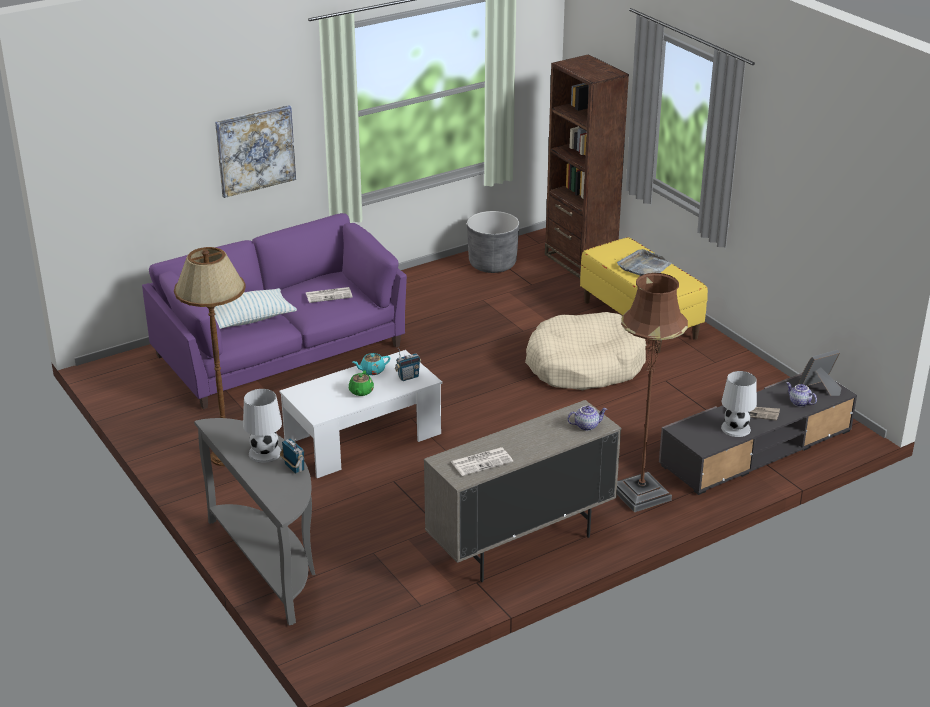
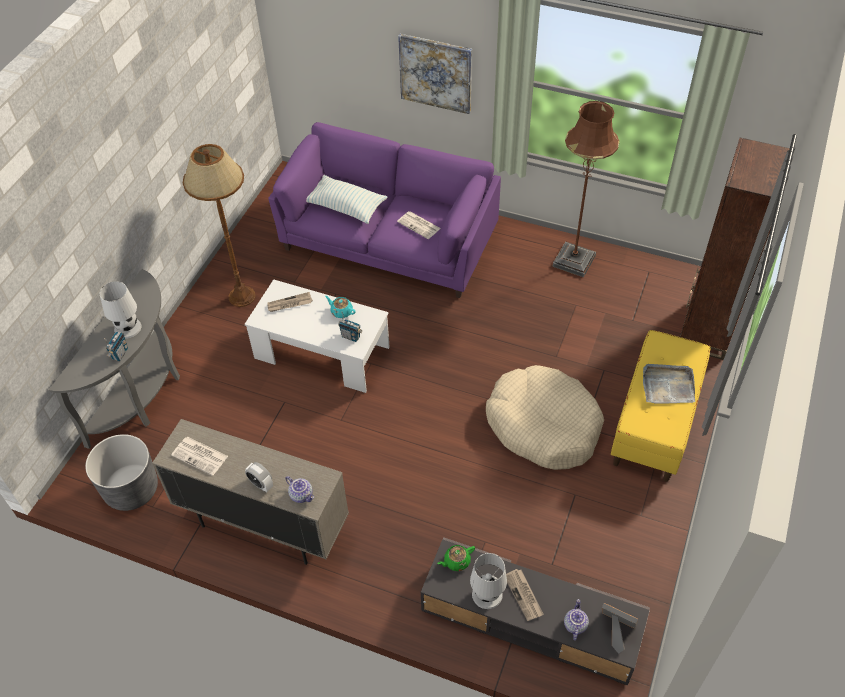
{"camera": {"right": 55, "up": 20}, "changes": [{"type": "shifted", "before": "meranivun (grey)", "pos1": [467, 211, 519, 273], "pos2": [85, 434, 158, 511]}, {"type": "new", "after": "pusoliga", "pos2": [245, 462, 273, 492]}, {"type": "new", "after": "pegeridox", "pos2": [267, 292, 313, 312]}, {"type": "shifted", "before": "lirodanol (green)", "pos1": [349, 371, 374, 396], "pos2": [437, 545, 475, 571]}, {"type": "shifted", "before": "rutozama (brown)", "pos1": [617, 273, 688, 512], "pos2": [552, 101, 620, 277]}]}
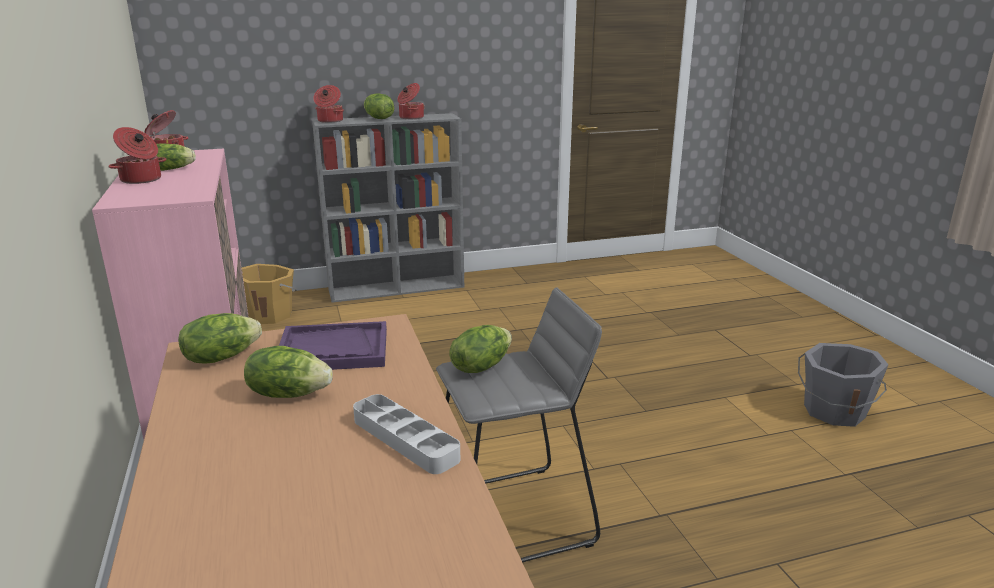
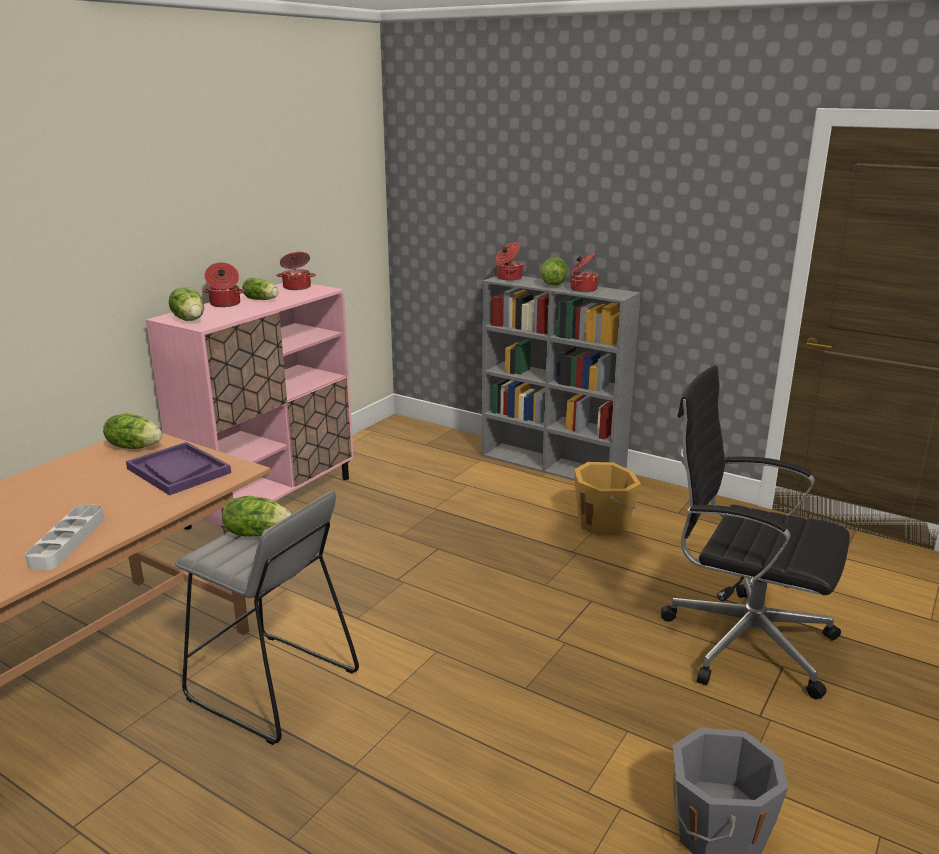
{"camera": {"right": 50, "up": 0}, "changes": [{"type": "shifted", "before": "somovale", "pos1": [244, 346, 333, 398], "pos2": [169, 287, 204, 321]}, {"type": "shifted", "before": "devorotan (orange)", "pos1": [242, 264, 297, 324], "pos2": [574, 462, 641, 536]}, {"type": "new", "after": "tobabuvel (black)", "pos2": [661, 365, 850, 699]}]}
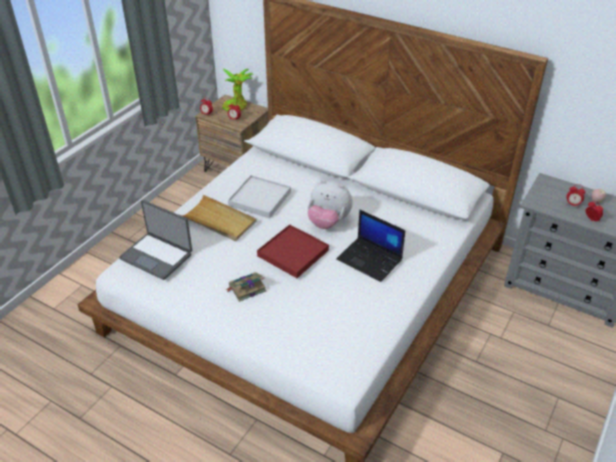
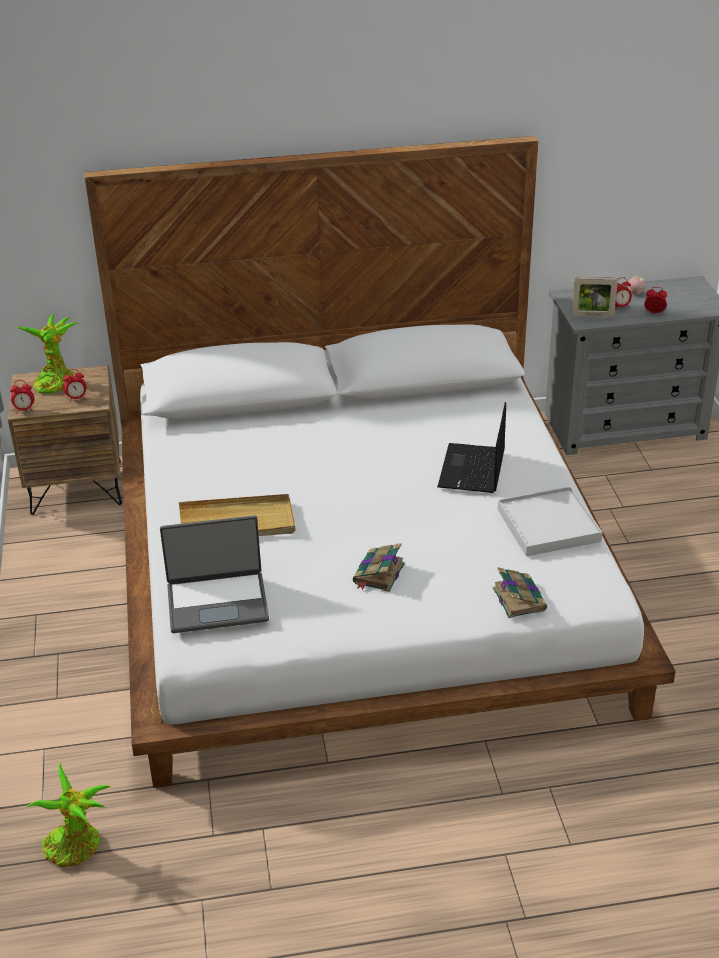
{"camera": {"right": -40, "up": -5}, "changes": [{"type": "new", "after": "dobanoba", "pos2": [26, 763, 111, 867]}, {"type": "rotated", "before": "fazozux", "pos1": [336, 210, 405, 282], "pos2": [437, 402, 506, 493], "turn": 105}, {"type": "new", "after": "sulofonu", "pos2": [493, 567, 547, 618]}, {"type": "shifted", "before": "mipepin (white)", "pos1": [228, 175, 291, 218], "pos2": [498, 486, 603, 556]}, {"type": "new", "after": "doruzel", "pos2": [572, 277, 618, 317]}, {"type": "gone", "before": "mipepin (red)", "pos1": [257, 224, 329, 278]}, {"type": "gone", "before": "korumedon", "pos1": [307, 180, 353, 229]}]}
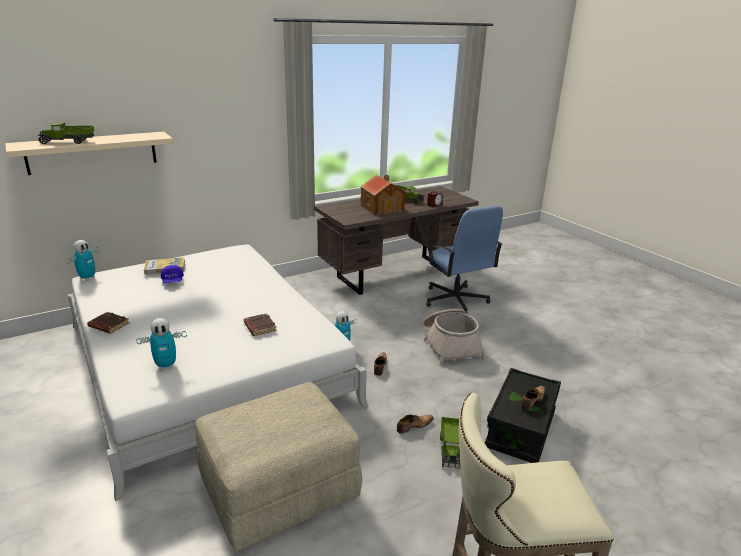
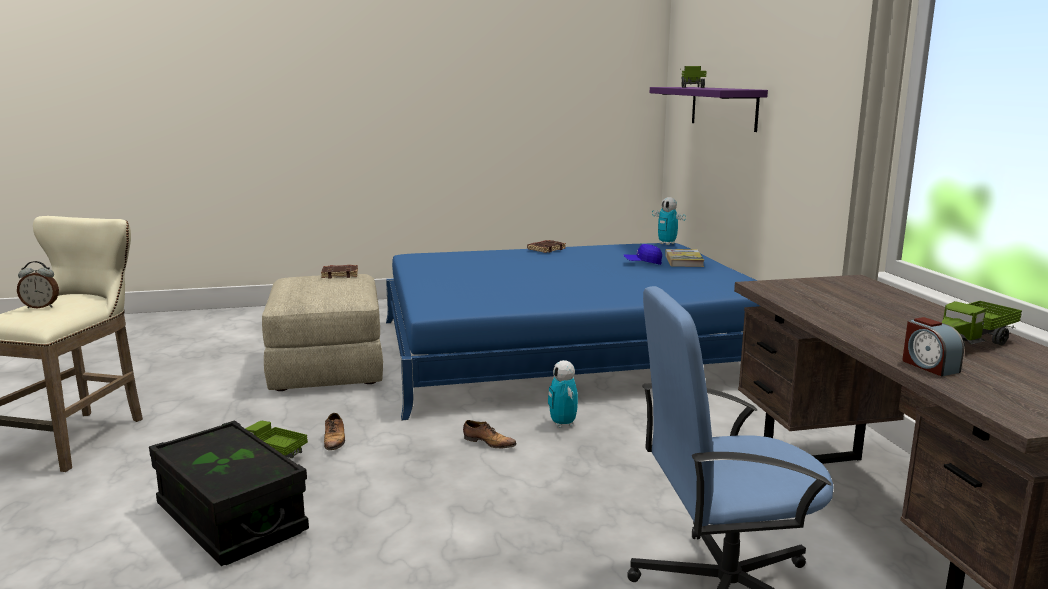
{"camera": {"right": 110, "up": -10}, "changes": [{"type": "new", "after": "pusoliga", "pos2": [17, 261, 59, 309]}, {"type": "shifted", "before": "sulofonu (brown)", "pos1": [244, 313, 277, 336], "pos2": [321, 265, 358, 279]}, {"type": "repainted", "before": "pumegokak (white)", "after": "pumegokak (blue)", "pos1": [68, 245, 368, 501], "pos2": [386, 243, 760, 420]}, {"type": "repainted", "before": "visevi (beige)", "after": "visevi (purple)", "pos1": [5, 132, 173, 175], "pos2": [650, 87, 768, 132]}, {"type": "gone", "before": "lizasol", "pos1": [136, 318, 187, 370]}, {"type": "gone", "before": "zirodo", "pos1": [360, 175, 406, 215]}, {"type": "gone", "before": "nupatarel", "pos1": [423, 309, 486, 365]}, {"type": "gone", "before": "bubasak", "pos1": [521, 386, 546, 411]}]}
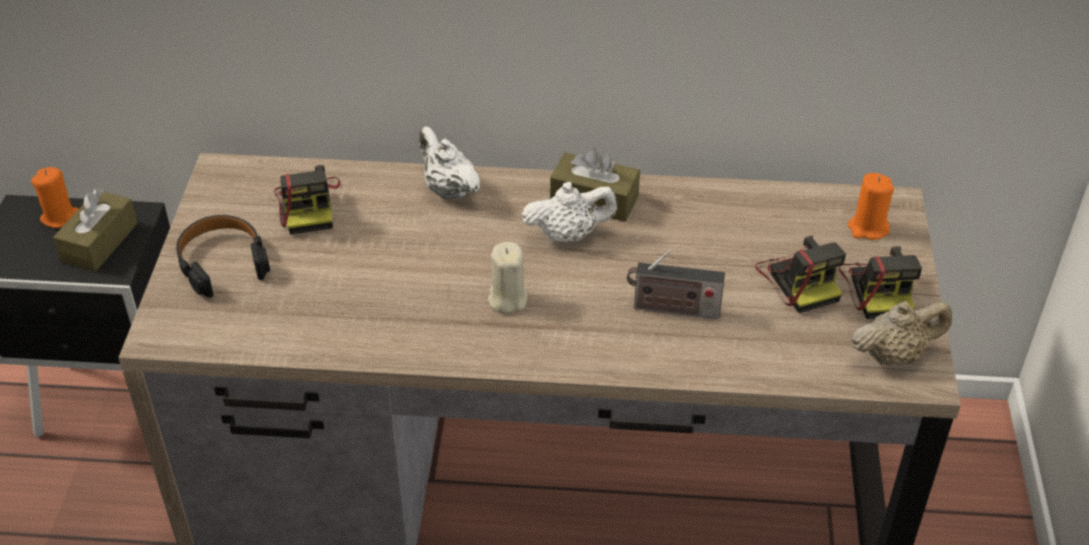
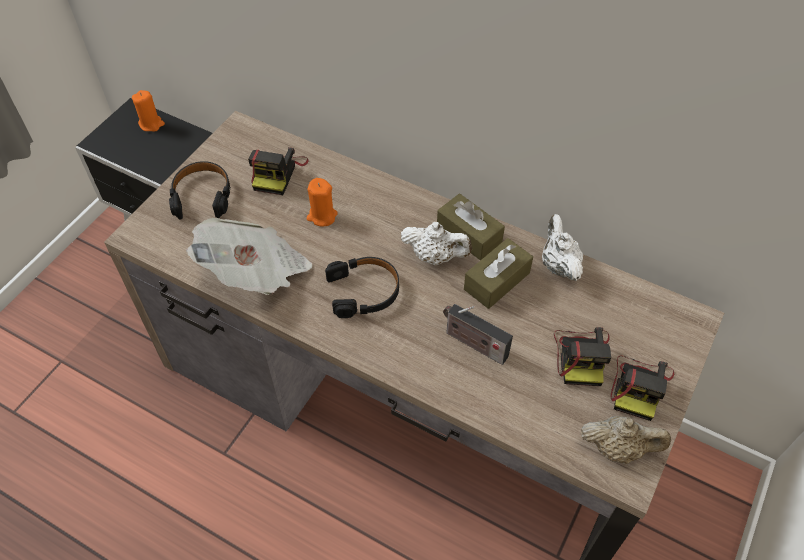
{"camera": {"right": 25, "up": 10}, "changes": [{"type": "new", "after": "pegeridox", "pos2": [186, 218, 312, 295]}, {"type": "shifted", "before": "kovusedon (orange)", "pos1": [848, 173, 894, 240], "pos2": [307, 178, 338, 227]}, {"type": "swapped", "before": "kovusedon (beige)", "after": "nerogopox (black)", "pos1": [488, 242, 527, 313], "pos2": [325, 257, 399, 318]}, {"type": "shifted", "before": "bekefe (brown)", "pos1": [53, 188, 138, 272], "pos2": [464, 238, 533, 309]}, {"type": "shifted", "before": "lirodanol (white)", "pos1": [419, 127, 480, 199], "pos2": [542, 214, 583, 281]}]}
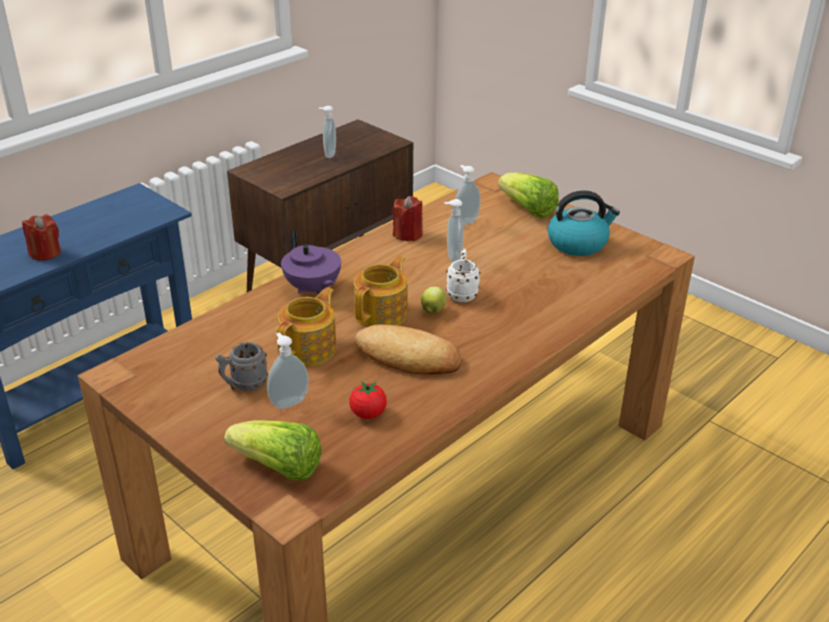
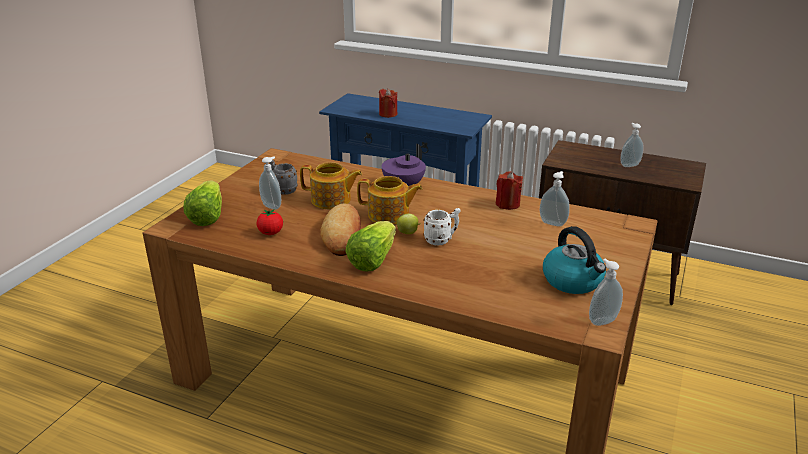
{"camera": {"right": 70, "up": -5}, "changes": [{"type": "shifted", "before": "somovale", "pos1": [498, 172, 559, 218], "pos2": [345, 221, 396, 272]}, {"type": "shifted", "before": "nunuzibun", "pos1": [444, 199, 463, 263], "pos2": [589, 258, 623, 326]}]}
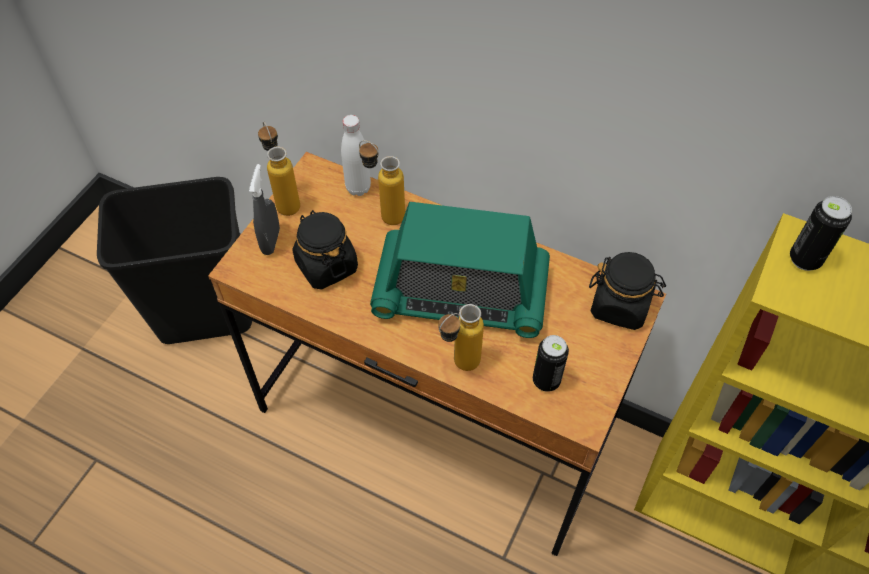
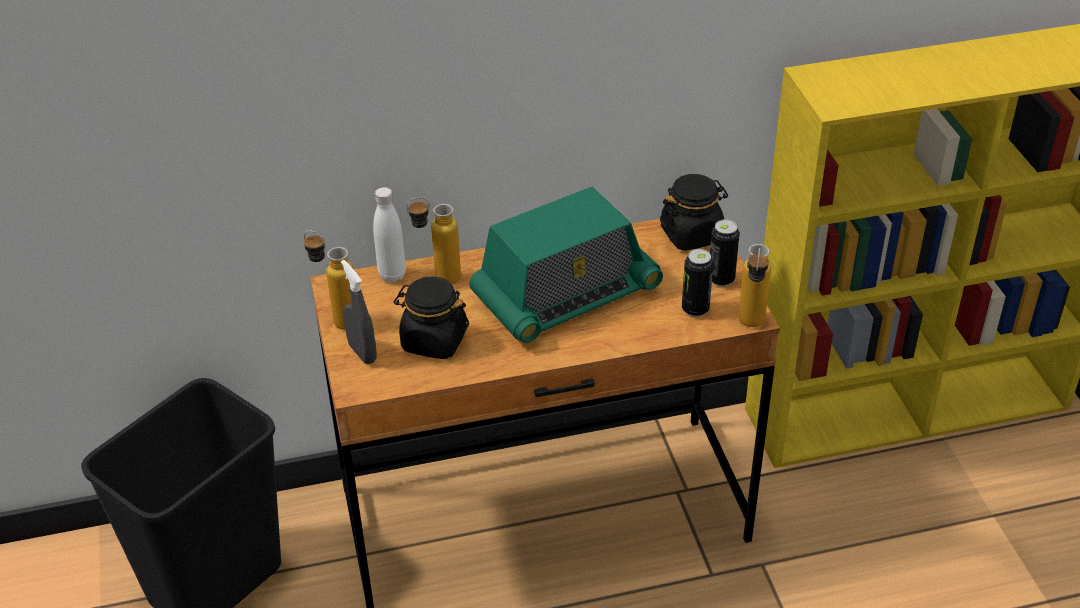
{"camera": {"right": -40, "up": -15}, "changes": [{"type": "shifted", "before": "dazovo", "pos1": [790, 196, 852, 271], "pos2": [710, 219, 740, 287]}, {"type": "shifted", "before": "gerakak", "pos1": [439, 304, 484, 371], "pos2": [738, 244, 771, 327]}]}
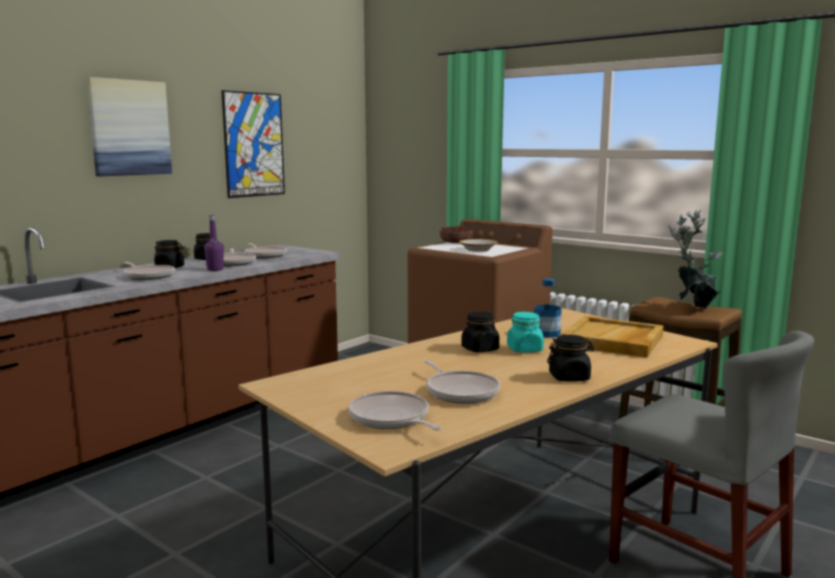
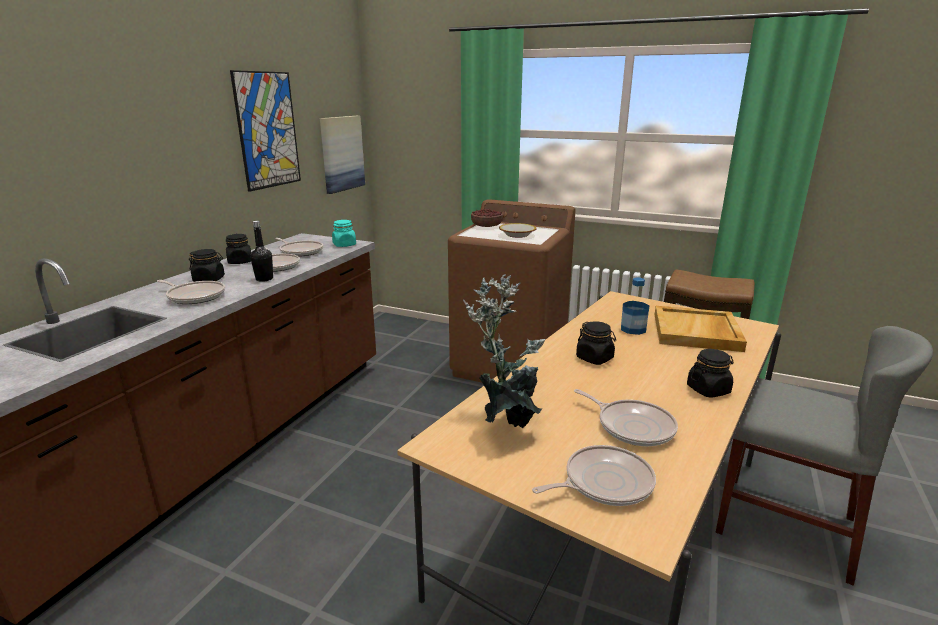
{"camera": {"right": -15, "up": 10}, "changes": [{"type": "repainted", "before": "gerakak (purple)", "after": "gerakak (black)", "pos1": [204, 215, 224, 271], "pos2": [250, 221, 273, 282]}, {"type": "shifted", "before": "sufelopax", "pos1": [86, 77, 172, 176], "pos2": [320, 116, 365, 194]}, {"type": "shifted", "before": "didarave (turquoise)", "pos1": [507, 312, 544, 353], "pos2": [332, 220, 356, 247]}, {"type": "shifted", "before": "dobanoba", "pos1": [668, 210, 723, 309], "pos2": [463, 274, 546, 428]}, {"type": "rotated", "before": "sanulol", "pos1": [348, 391, 441, 431], "pos2": [532, 445, 656, 506], "turn": 120}]}
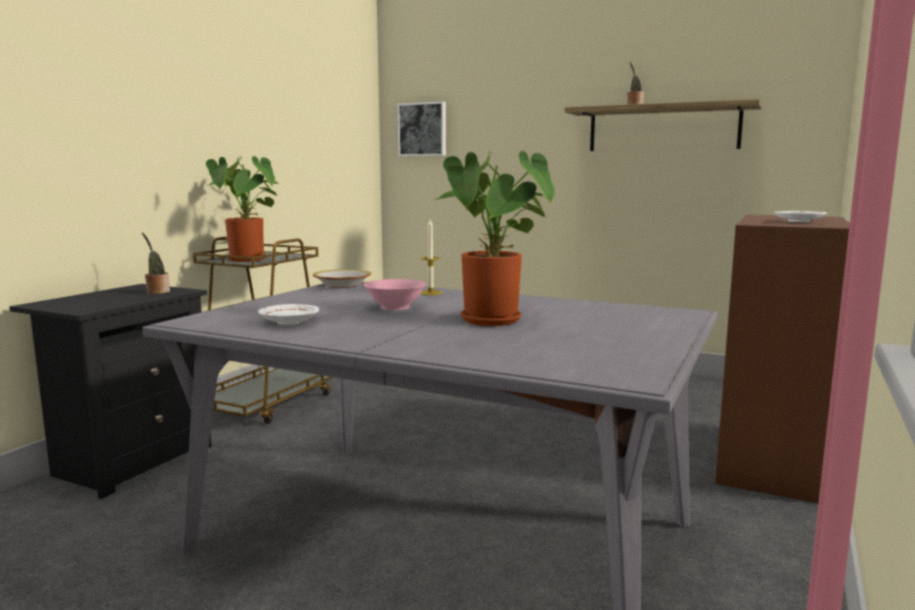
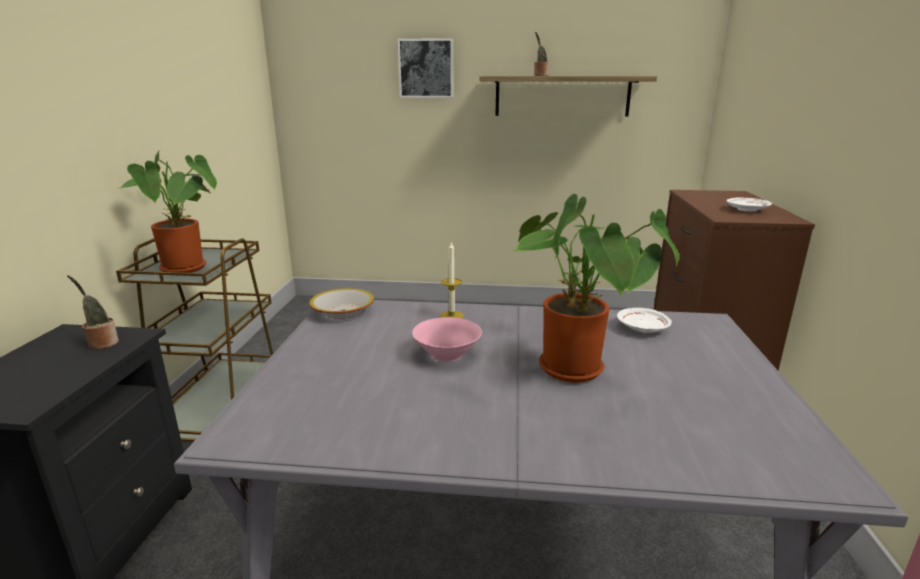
{"camera": {"right": -20, "up": 10}, "changes": [{"type": "shifted", "before": "sufelopax", "pos1": [398, 101, 446, 156], "pos2": [398, 38, 453, 98]}, {"type": "shifted", "before": "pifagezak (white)", "pos1": [258, 304, 319, 325], "pos2": [617, 308, 672, 333]}]}
